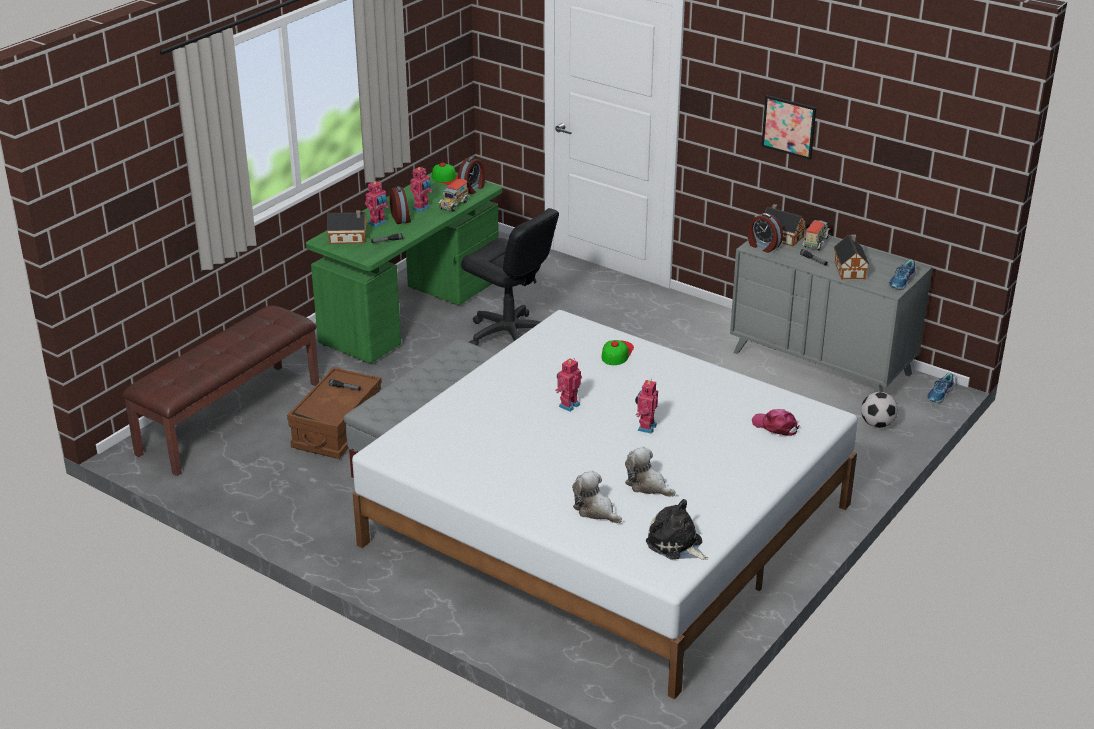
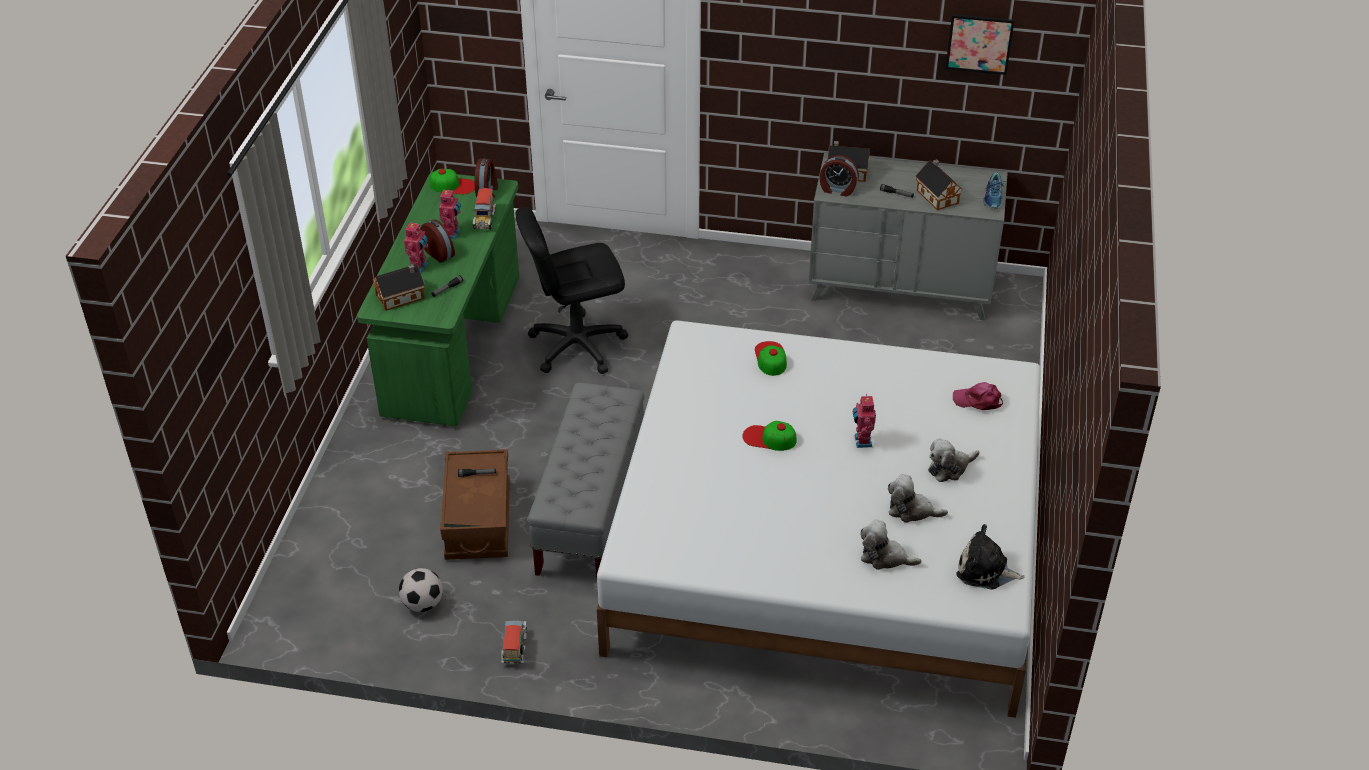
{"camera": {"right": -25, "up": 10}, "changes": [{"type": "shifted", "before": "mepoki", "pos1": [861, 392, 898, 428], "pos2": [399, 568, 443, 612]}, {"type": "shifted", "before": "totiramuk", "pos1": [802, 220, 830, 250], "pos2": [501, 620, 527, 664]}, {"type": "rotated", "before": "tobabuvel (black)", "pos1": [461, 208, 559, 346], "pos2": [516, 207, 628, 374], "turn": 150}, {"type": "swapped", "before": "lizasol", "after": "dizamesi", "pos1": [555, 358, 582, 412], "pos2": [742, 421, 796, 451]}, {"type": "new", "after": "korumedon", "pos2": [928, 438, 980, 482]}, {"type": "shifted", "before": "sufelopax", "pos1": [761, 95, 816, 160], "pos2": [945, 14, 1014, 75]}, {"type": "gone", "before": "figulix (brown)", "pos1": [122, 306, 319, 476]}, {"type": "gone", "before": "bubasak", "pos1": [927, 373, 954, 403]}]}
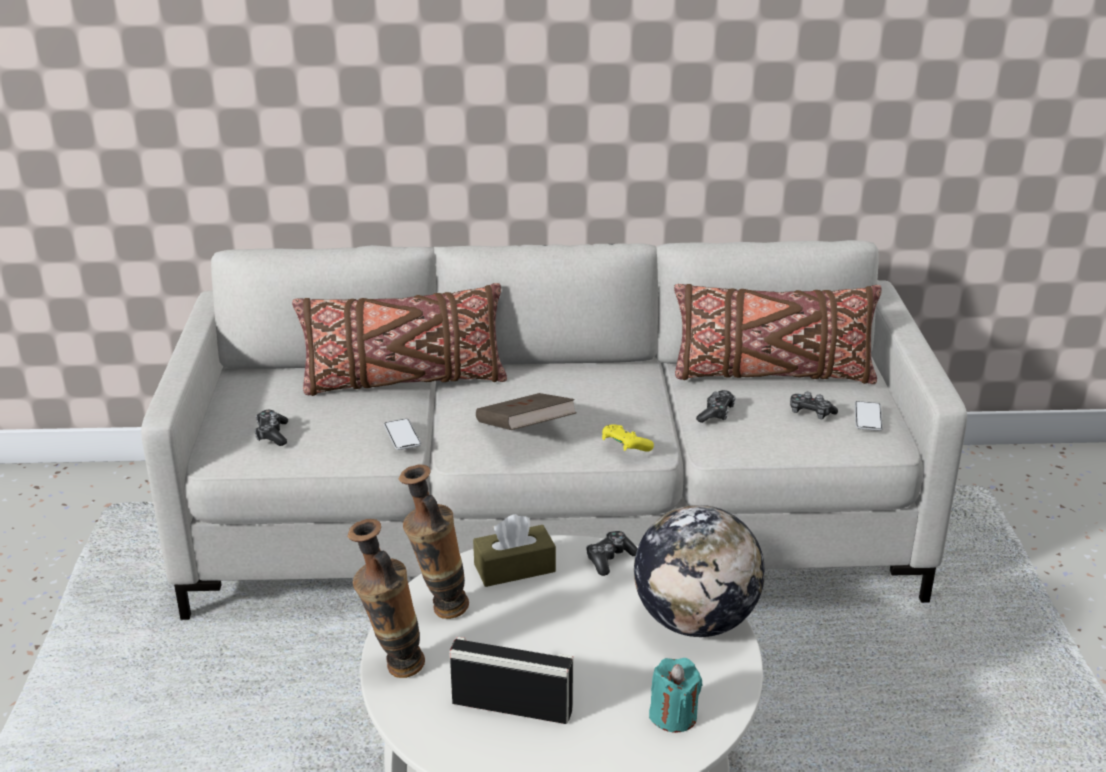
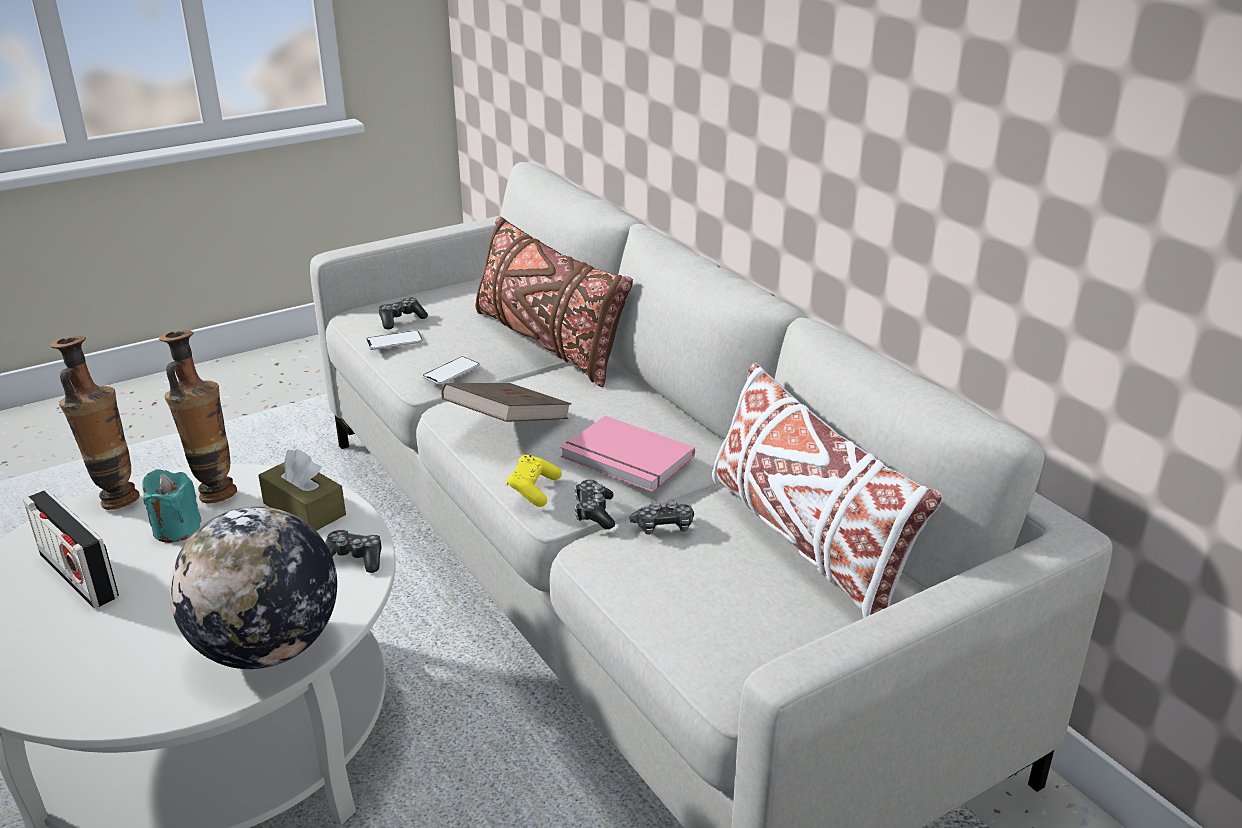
{"camera": {"right": 60, "up": 0}, "changes": [{"type": "rotated", "before": "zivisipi", "pos1": [449, 637, 573, 724], "pos2": [23, 490, 119, 608], "turn": 150}, {"type": "shifted", "before": "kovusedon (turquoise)", "pos1": [649, 658, 703, 733], "pos2": [142, 469, 202, 543]}, {"type": "shifted", "before": "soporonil", "pos1": [855, 401, 883, 431], "pos2": [366, 330, 423, 350]}, {"type": "new", "after": "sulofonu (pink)", "pos2": [560, 416, 695, 492]}, {"type": "shifted", "before": "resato", "pos1": [790, 392, 838, 419], "pos2": [574, 480, 615, 529]}, {"type": "repainted", "before": "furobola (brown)", "after": "furobola (white)", "pos1": [674, 284, 882, 384], "pos2": [712, 362, 942, 618]}]}
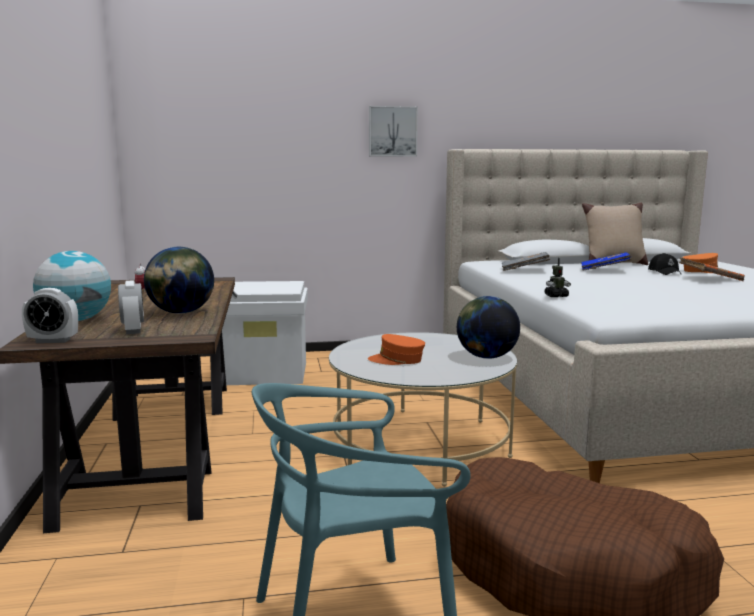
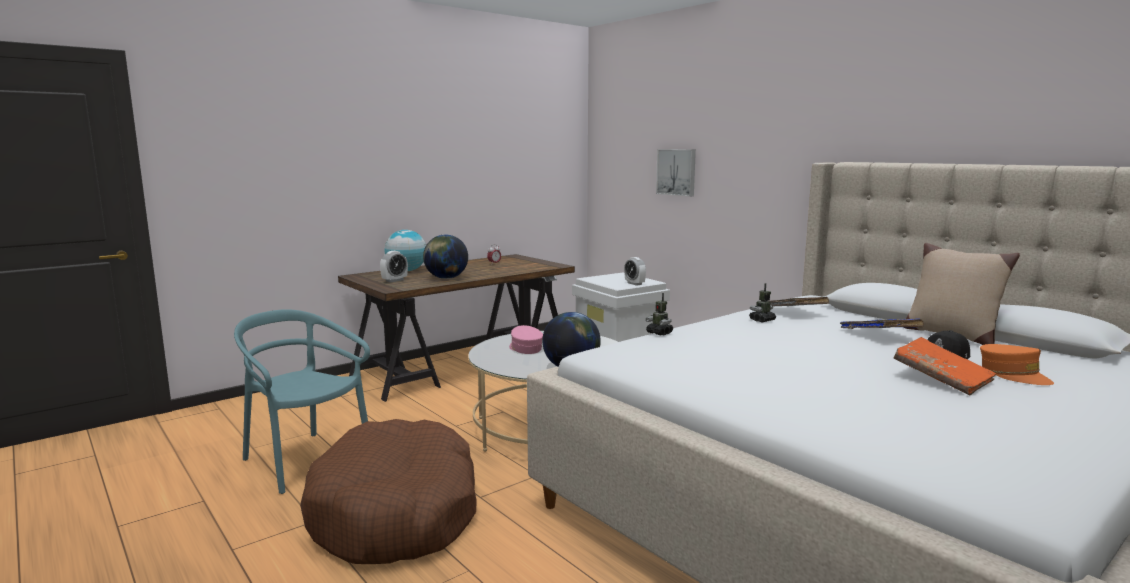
{"camera": {"right": 60, "up": 0}, "changes": [{"type": "repainted", "before": "dizamesi (orange)", "after": "dizamesi (pink)", "pos1": [368, 334, 425, 365], "pos2": [509, 325, 543, 354]}, {"type": "shifted", "before": "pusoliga", "pos1": [22, 288, 78, 343], "pos2": [624, 257, 646, 286]}, {"type": "shifted", "before": "sufelopax", "pos1": [369, 106, 418, 157], "pos2": [656, 149, 696, 196]}, {"type": "new", "after": "lizasol", "pos2": [749, 283, 776, 322]}]}
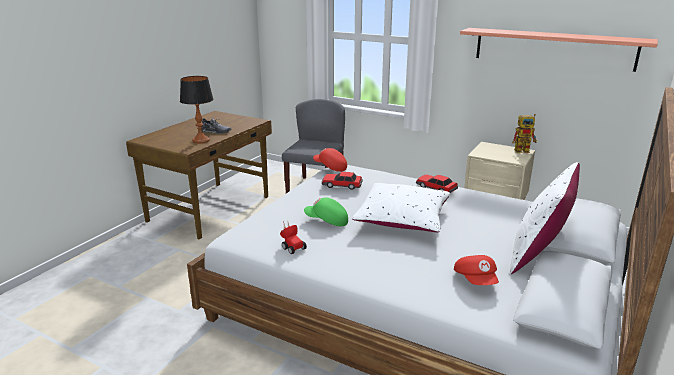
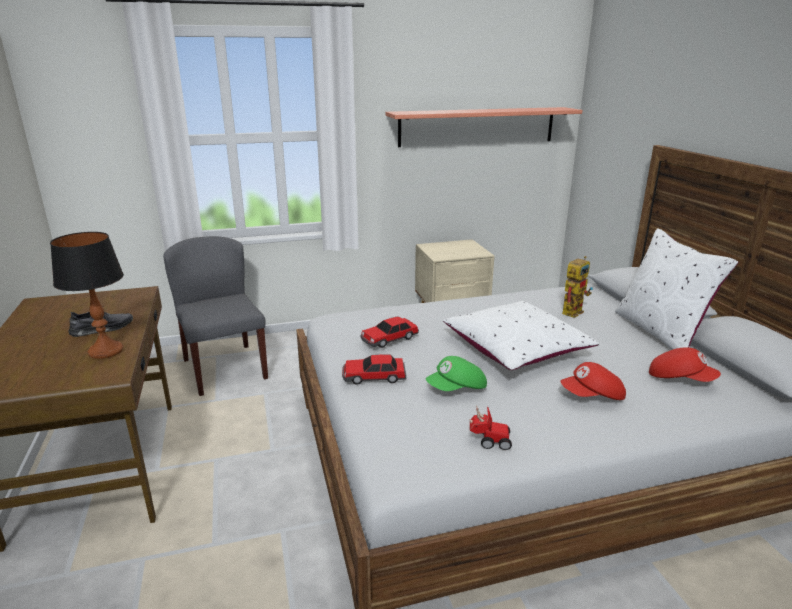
{"camera": {"right": -45, "up": 0}, "changes": [{"type": "shifted", "before": "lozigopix", "pos1": [416, 174, 458, 193], "pos2": [342, 354, 406, 385]}, {"type": "shifted", "before": "dizamesi (red)", "pos1": [313, 148, 347, 172], "pos2": [560, 362, 626, 400]}, {"type": "shifted", "before": "lizasol", "pos1": [512, 114, 537, 153], "pos2": [562, 256, 593, 318]}]}
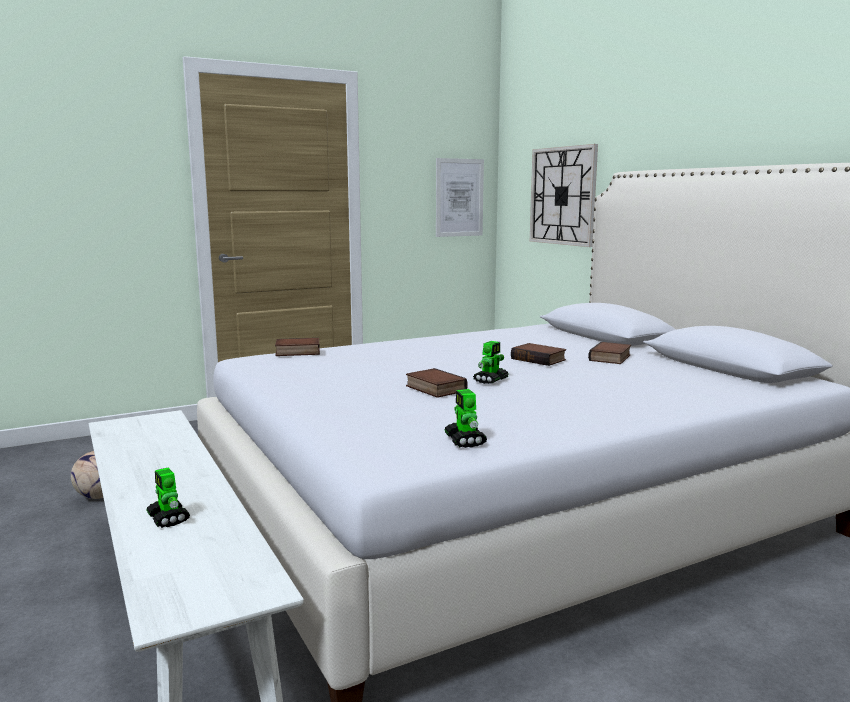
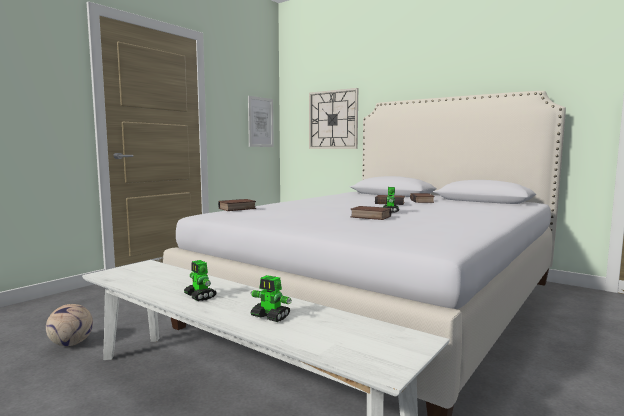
{"camera": {"right": -25, "up": -5}, "changes": [{"type": "shifted", "before": "lizasol", "pos1": [444, 389, 487, 448], "pos2": [184, 260, 216, 301]}]}
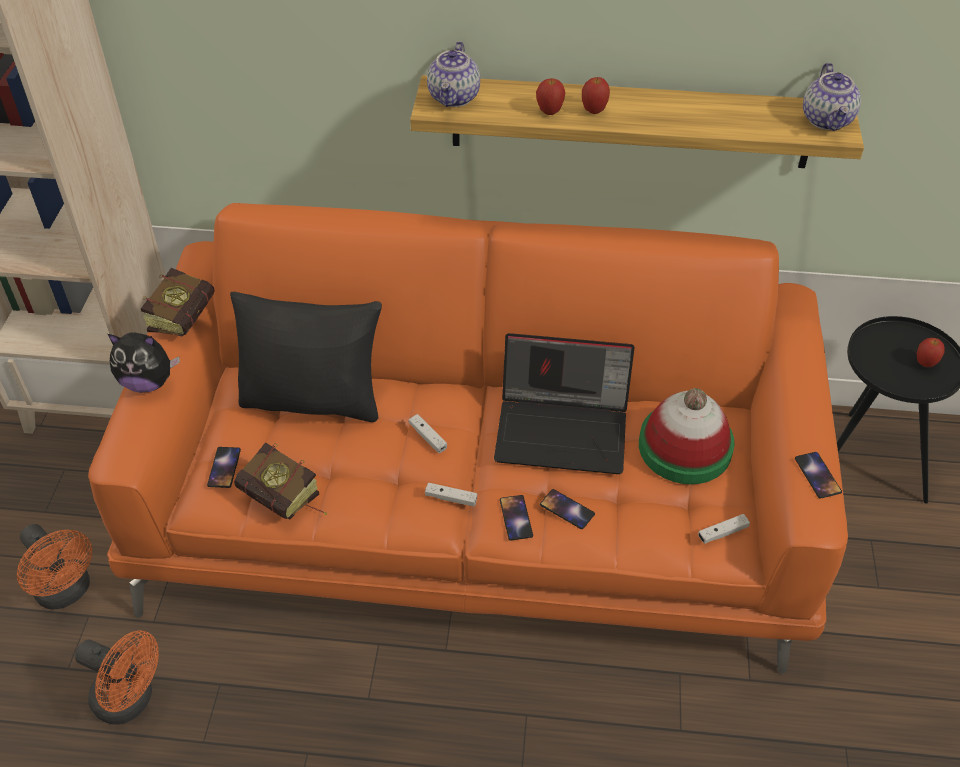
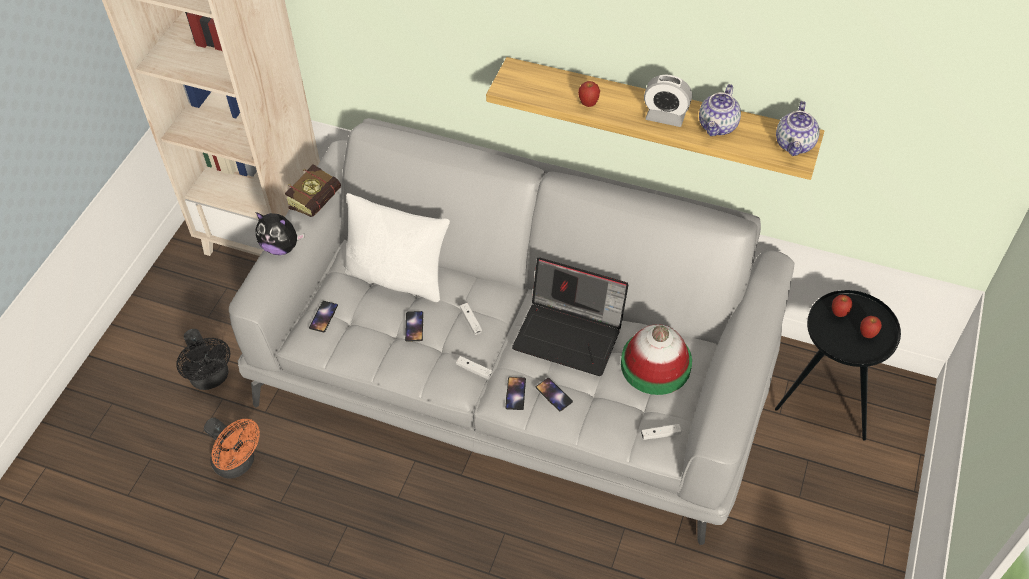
{"camera": {"right": 15, "up": 5}, "changes": [{"type": "repainted", "before": "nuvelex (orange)", "after": "nuvelex (black)", "pos1": [17, 524, 92, 610], "pos2": [176, 329, 230, 390]}, {"type": "repainted", "before": "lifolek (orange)", "after": "lifolek (grey)", "pos1": [88, 203, 848, 674], "pos2": [229, 118, 794, 545]}, {"type": "repainted", "before": "furobola (black)", "after": "furobola (white)", "pos1": [230, 292, 382, 422], "pos2": [345, 193, 450, 302]}, {"type": "shifted", "before": "soporonil", "pos1": [795, 452, 842, 499], "pos2": [405, 311, 423, 342]}, {"type": "new", "after": "pusoliga", "pos2": [644, 74, 692, 127]}, {"type": "shifted", "before": "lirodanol", "pos1": [427, 41, 480, 107], "pos2": [699, 84, 741, 136]}, {"type": "shifted", "before": "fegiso", "pos1": [582, 77, 610, 114], "pos2": [832, 295, 852, 317]}, {"type": "gone", "before": "sulofonu", "pos1": [234, 442, 327, 519]}]}
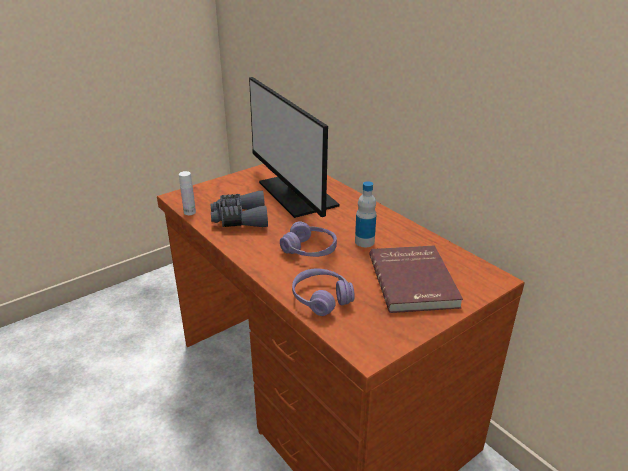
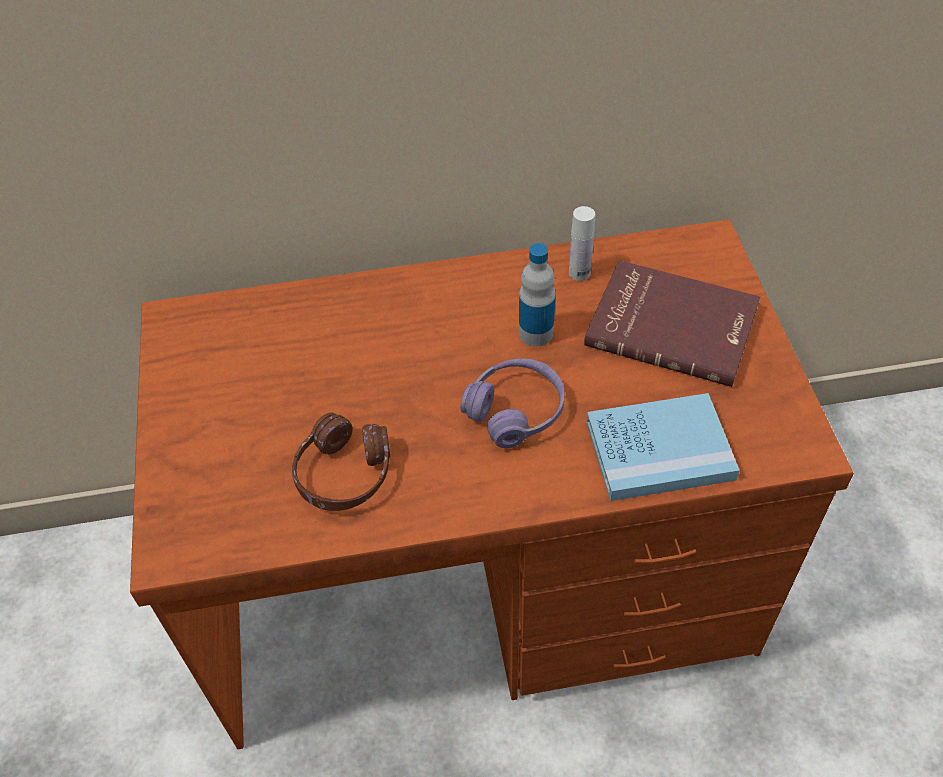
{"camera": {"right": -60, "up": 20}, "changes": [{"type": "swapped", "before": "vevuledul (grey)", "after": "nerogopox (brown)", "pos1": [211, 191, 268, 227], "pos2": [292, 413, 390, 511]}, {"type": "shifted", "before": "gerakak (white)", "pos1": [179, 171, 196, 215], "pos2": [569, 206, 595, 281]}, {"type": "swapped", "before": "nerogopox (purple)", "after": "sulofonu (blue)", "pos1": [292, 268, 355, 316], "pos2": [586, 393, 740, 501]}, {"type": "gone", "before": "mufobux", "pos1": [249, 77, 339, 218]}]}
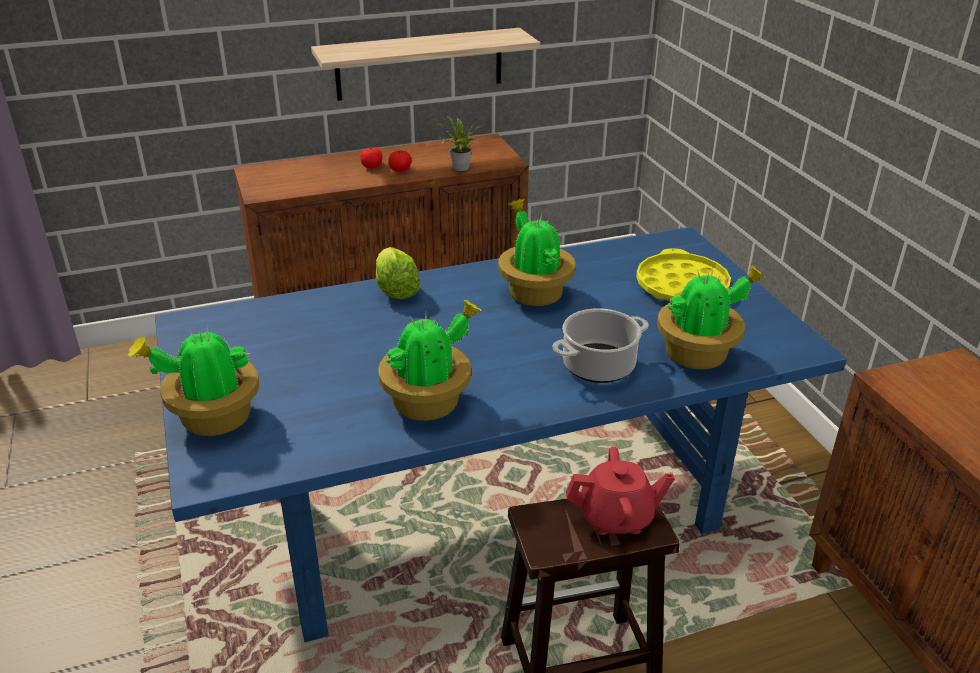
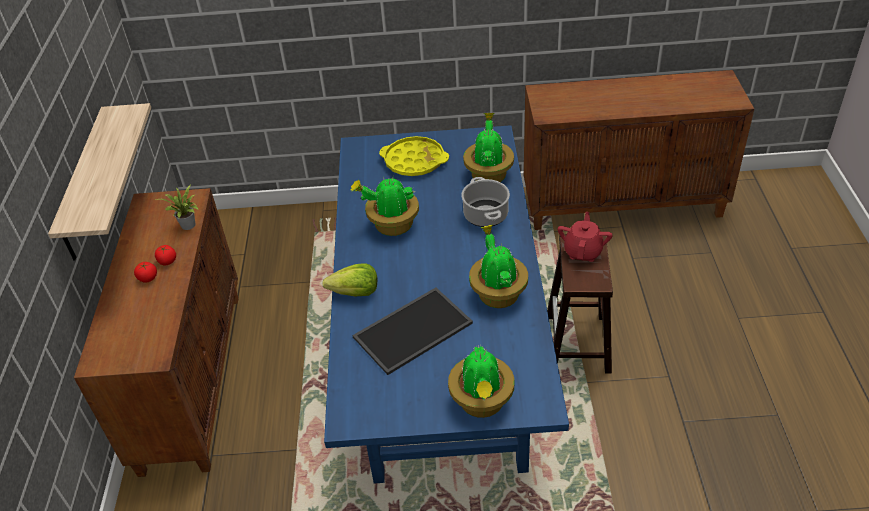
{"camera": {"right": -70, "up": 10}, "changes": [{"type": "new", "after": "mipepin", "pos2": [353, 288, 473, 375]}]}
